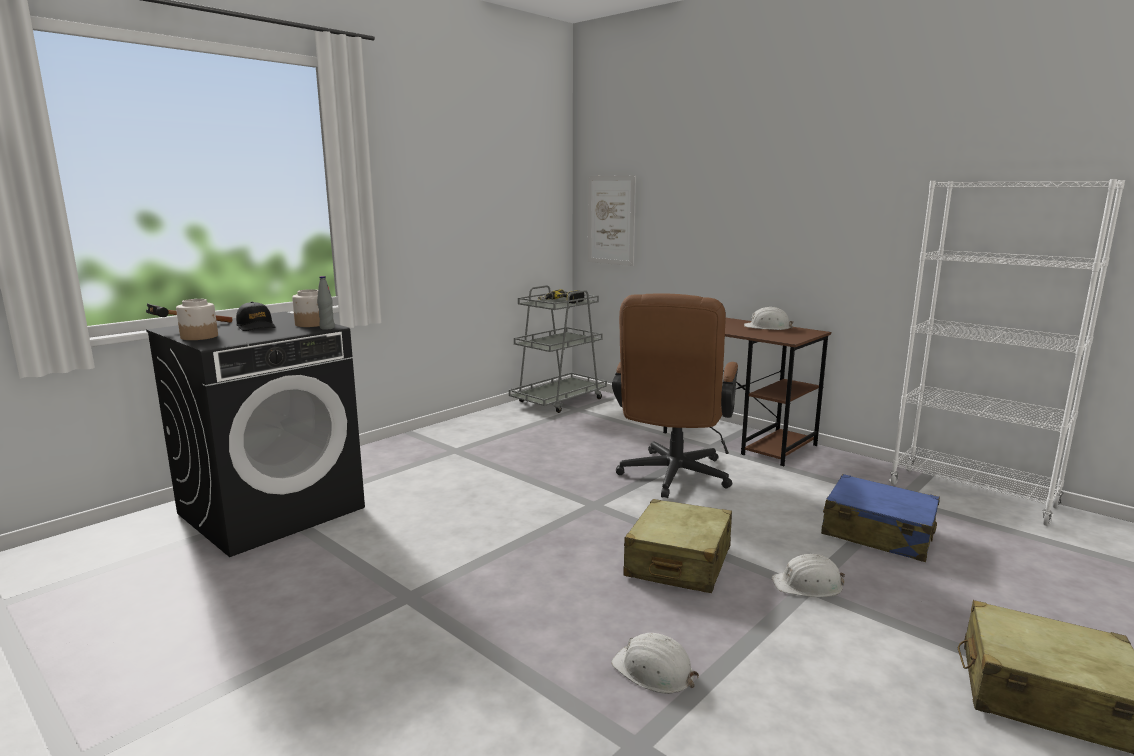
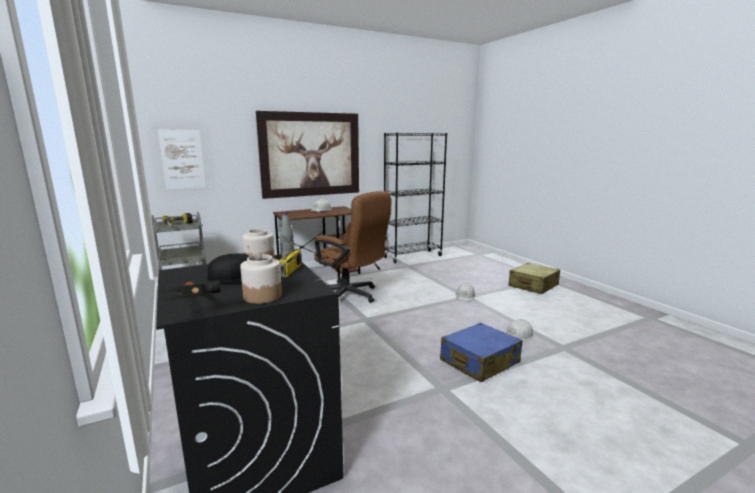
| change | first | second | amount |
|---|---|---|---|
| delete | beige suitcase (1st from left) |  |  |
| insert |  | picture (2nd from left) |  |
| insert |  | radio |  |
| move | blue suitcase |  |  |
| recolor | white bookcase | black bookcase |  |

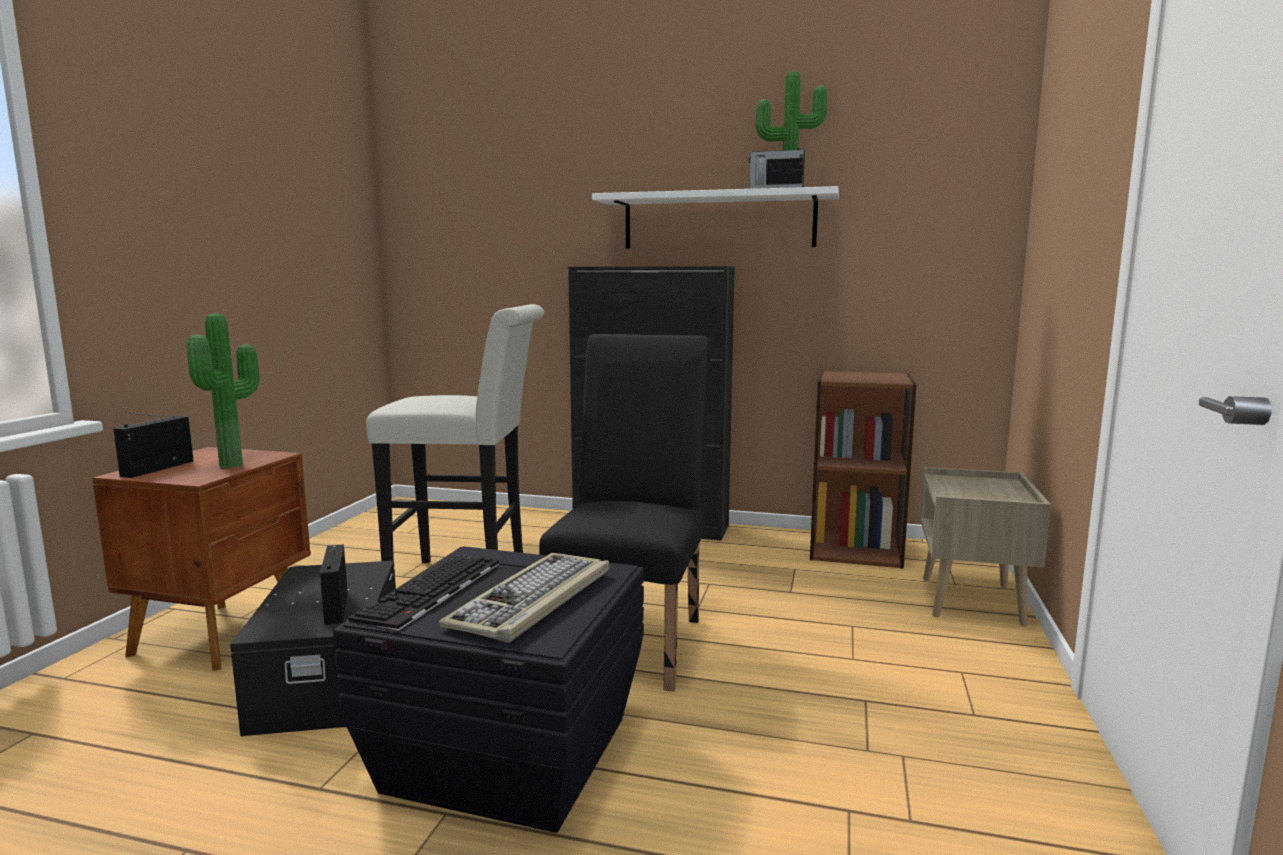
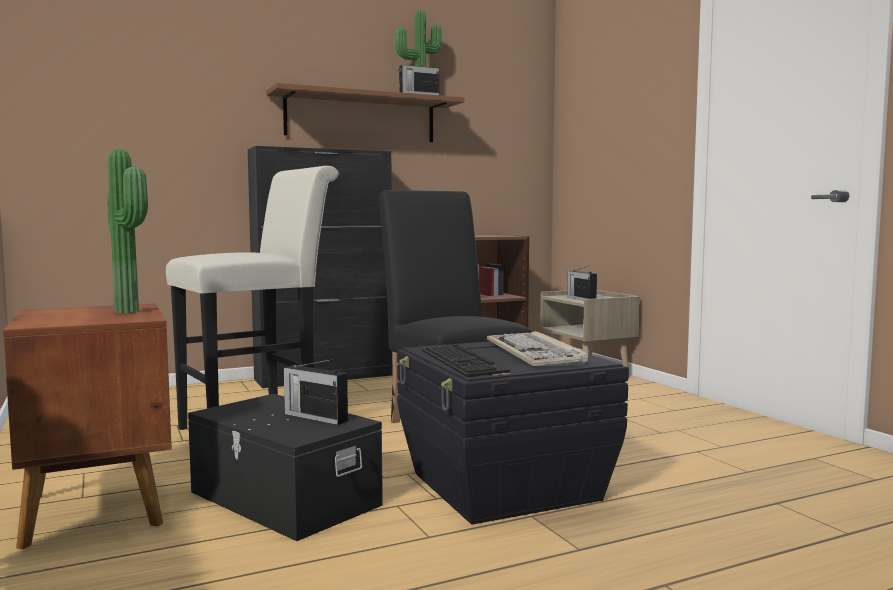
| change | first | second | amount |
|---|---|---|---|
| move | radio (1st from left in the first image) | radio (3rd from left) |  |
| recolor | white shelf | brown shelf |  |

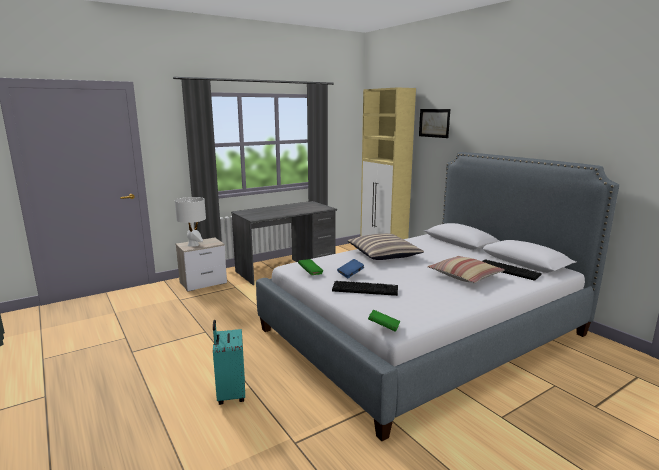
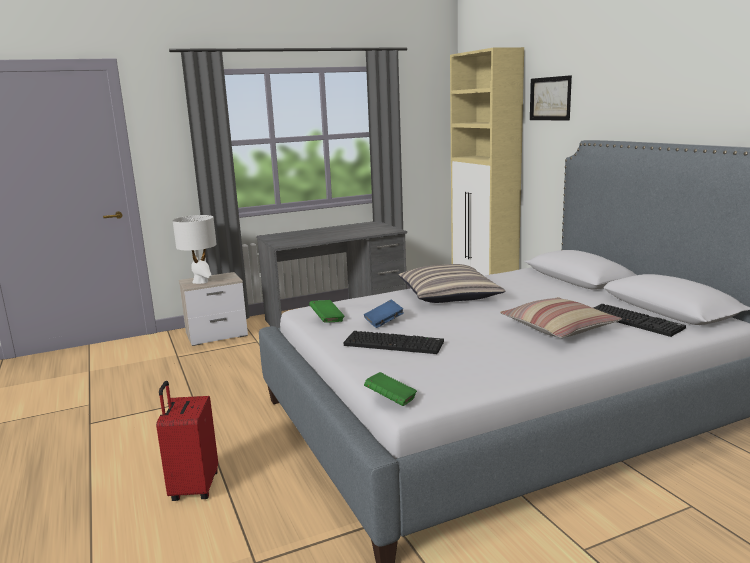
| change | first | second | amount |
|---|---|---|---|
| recolor | turquoise suitcase | red suitcase |  |

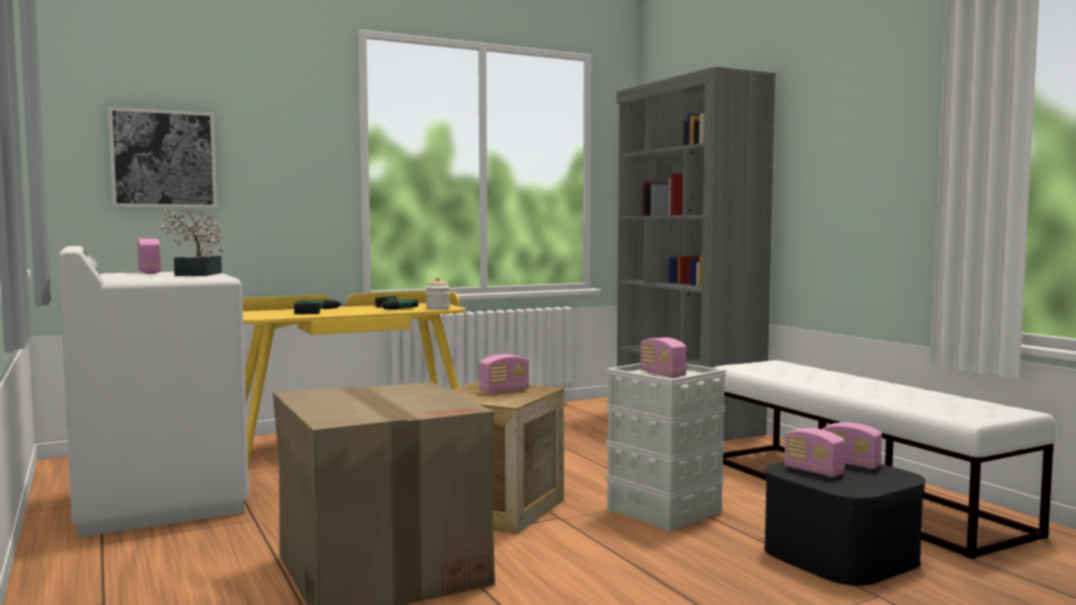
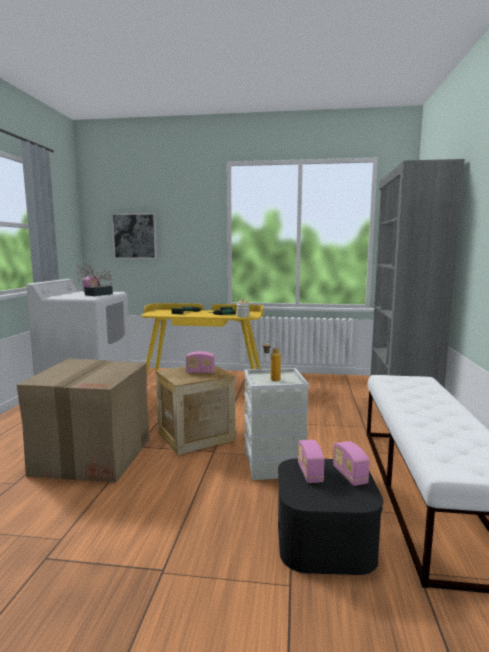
| change | first | second | amount |
|---|---|---|---|
| replace | radio (3rd from left) | bottle |  |

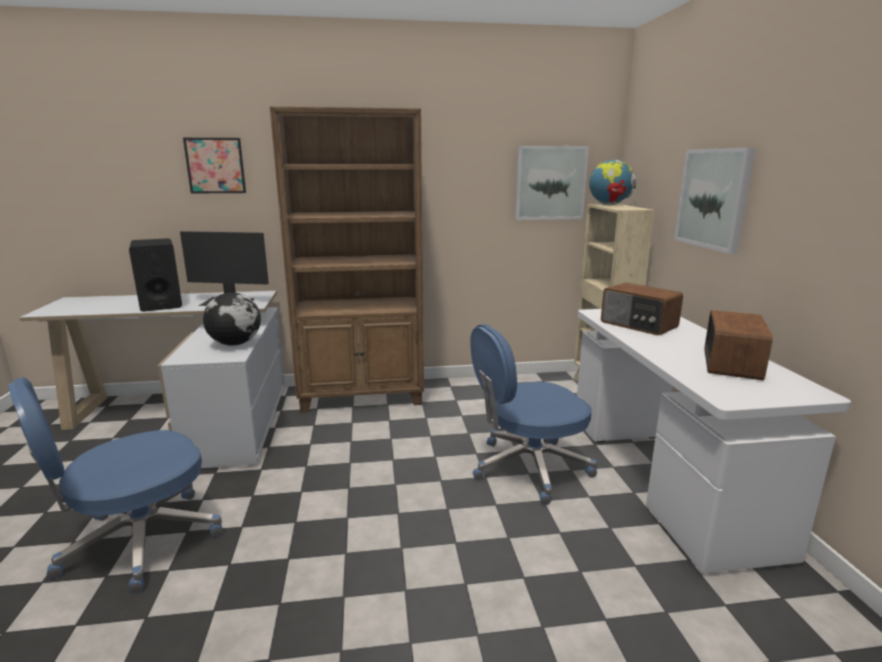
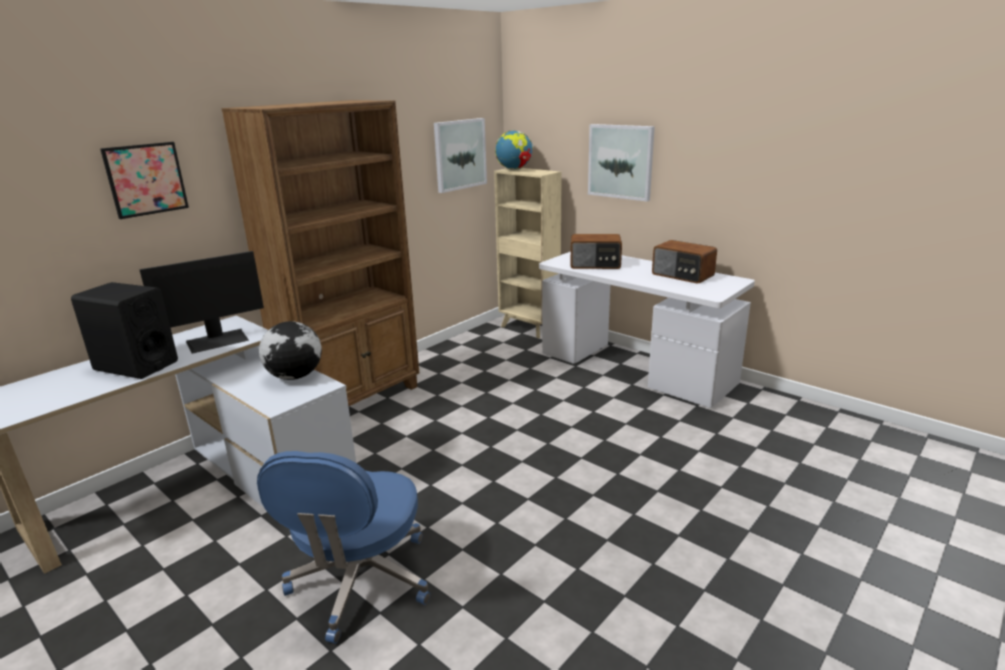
| change | first | second | amount |
|---|---|---|---|
| delete | blue office chair (2nd from left) |  |  |
| rotate | radio (2nd from left) |  | 150 degrees clockwise |

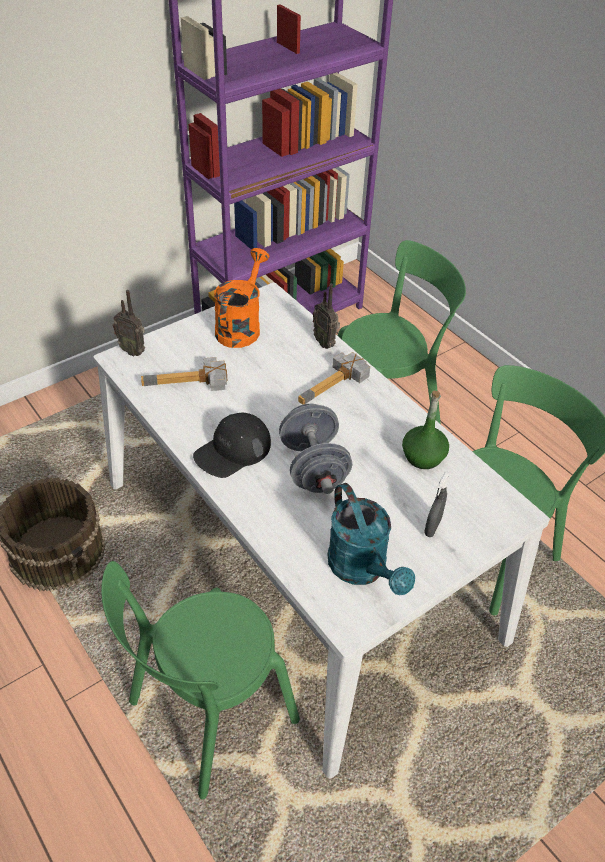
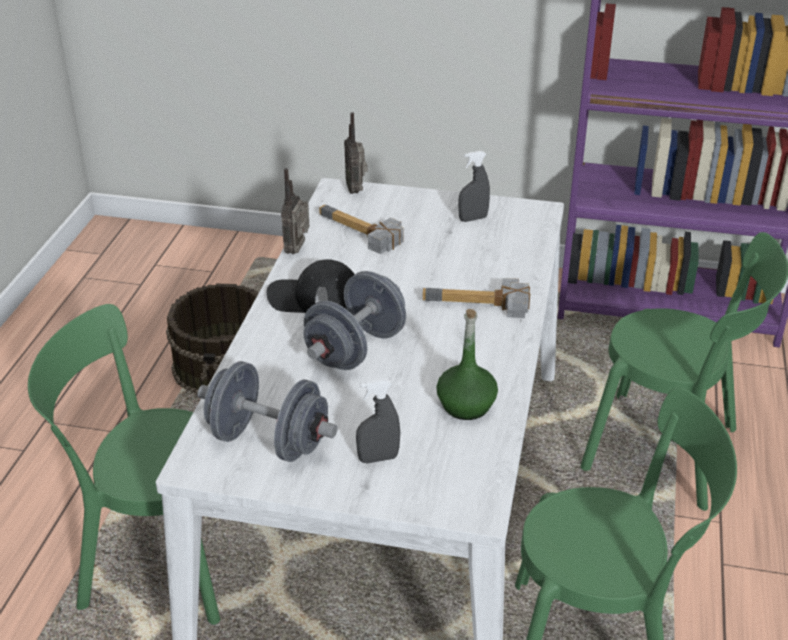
| change | first | second | amount |
|---|---|---|---|
| move | radio (2nd from left in the first image) | radio (1st from left) |  |
| replace | orange watering can | grey spray bottle (2nd from left) |  |
| replace | turquoise watering can | grey dumbbell (1st from left) |  |

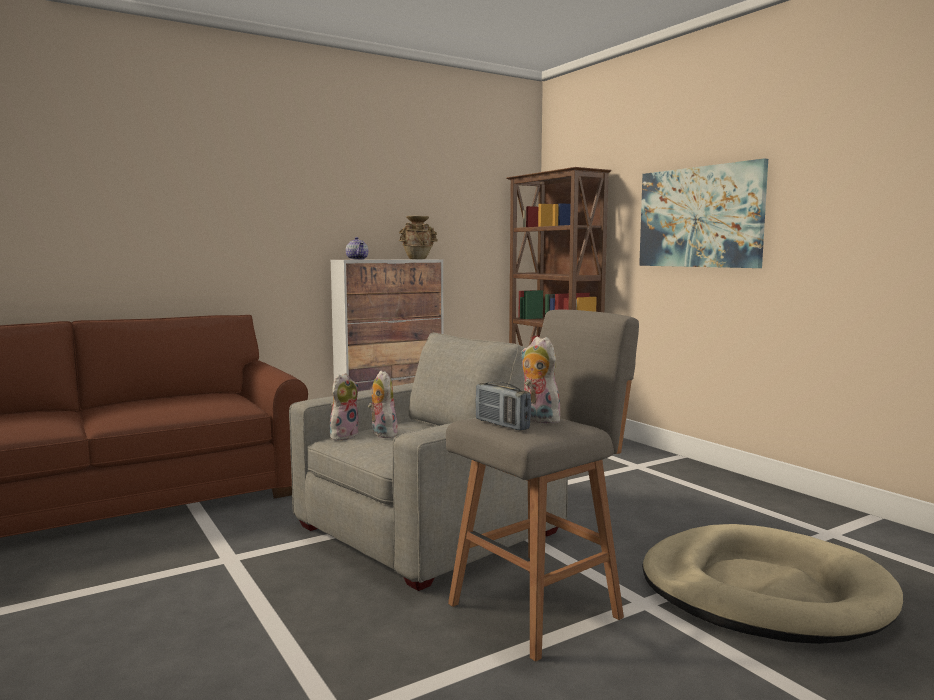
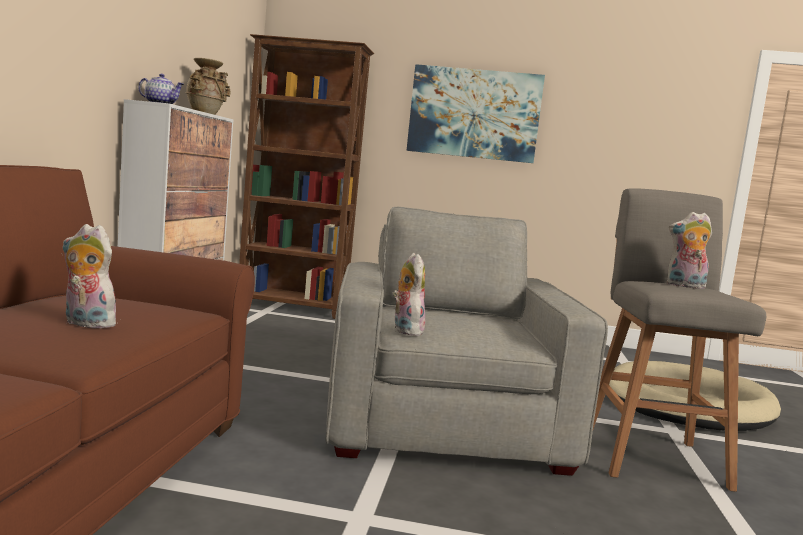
| change | first | second | amount |
|---|---|---|---|
| delete | radio |  |  |
| move | plush toy (2nd from left in the first image) | plush toy (1st from left) |  |

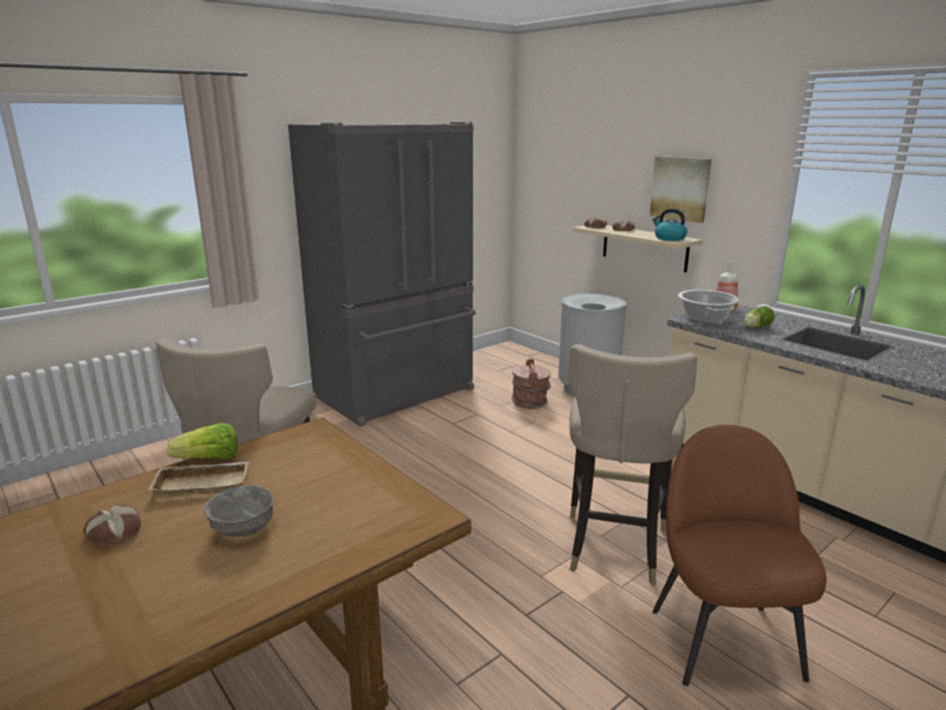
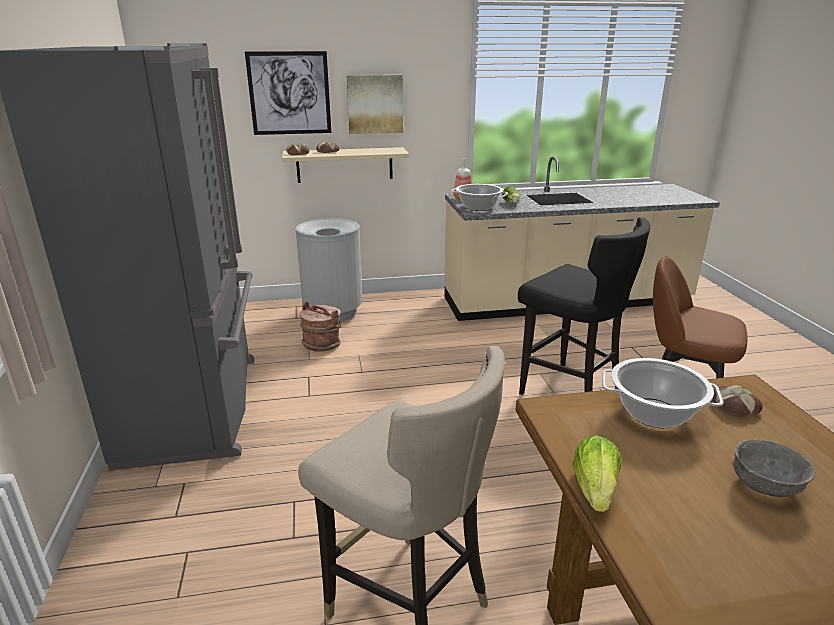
| change | first | second | amount |
|---|---|---|---|
| delete | beige tray |  |  |
| delete | kettle |  |  |
| insert |  | picture (1st from left) |  |
| insert |  | cooking pot (2nd from left) |  |
| move | bread (1st from left in the first image) | bread (3rd from left) |  |
| recolor | beige stool (2nd from left) | black stool |  |

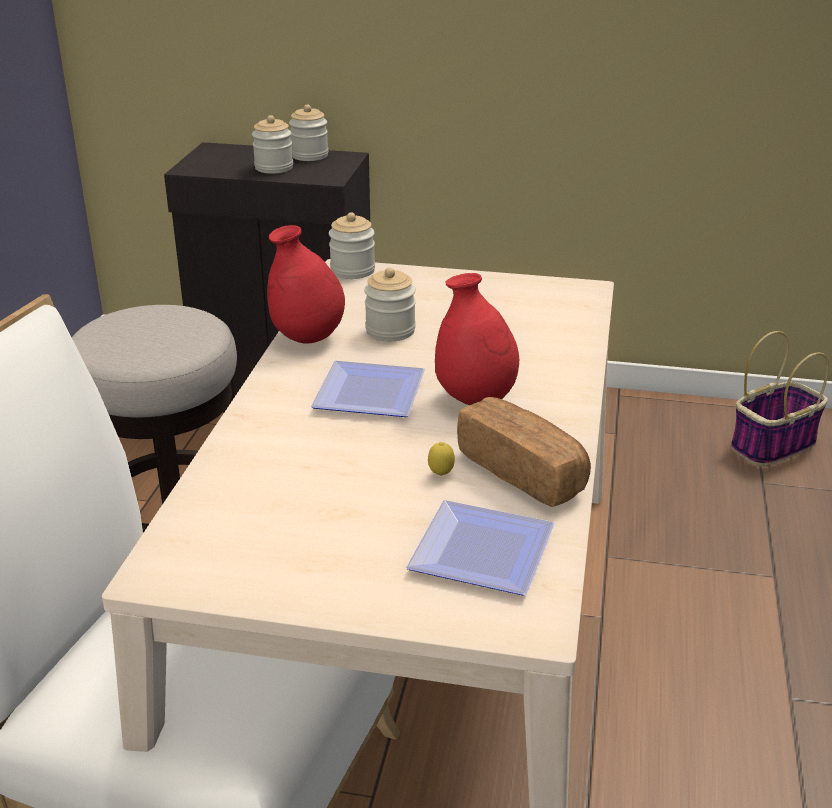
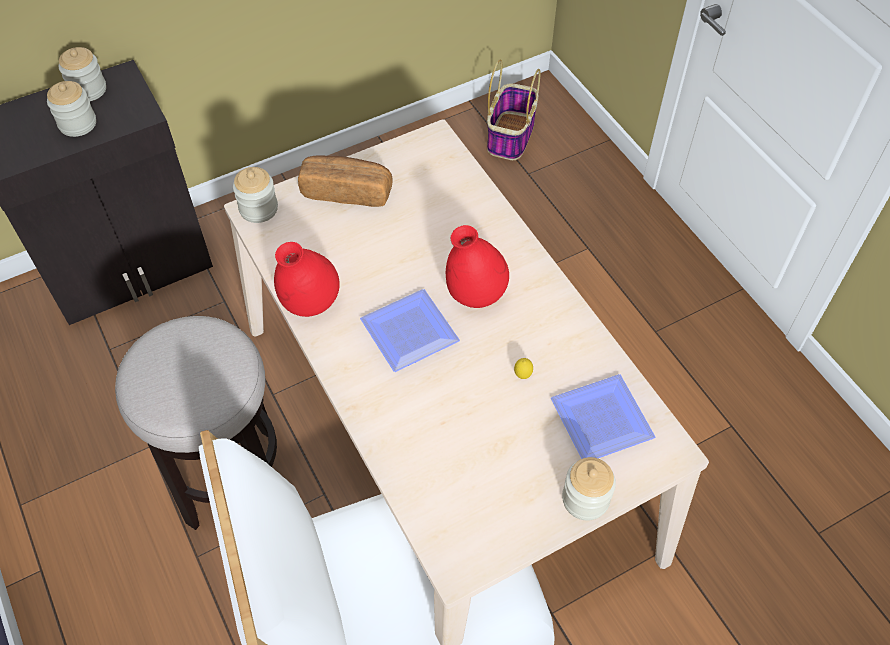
| change | first | second | amount |
|---|---|---|---|
| move | jar (4th from left) |  |  |
| move | bread |  |  |

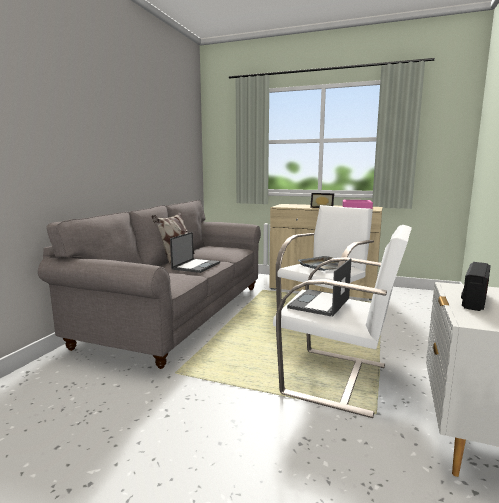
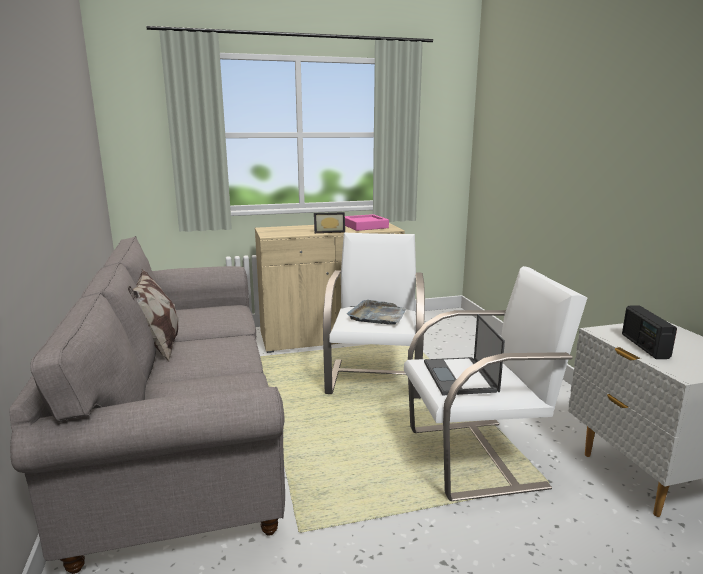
| change | first | second | amount |
|---|---|---|---|
| delete | laptop (1st from left) |  |  |

